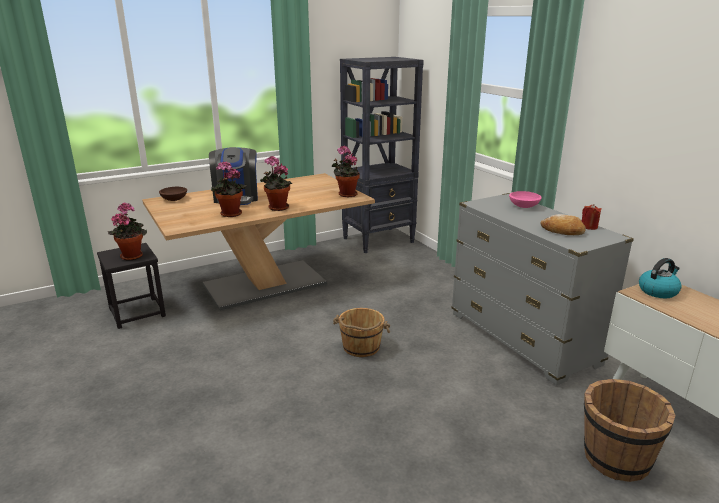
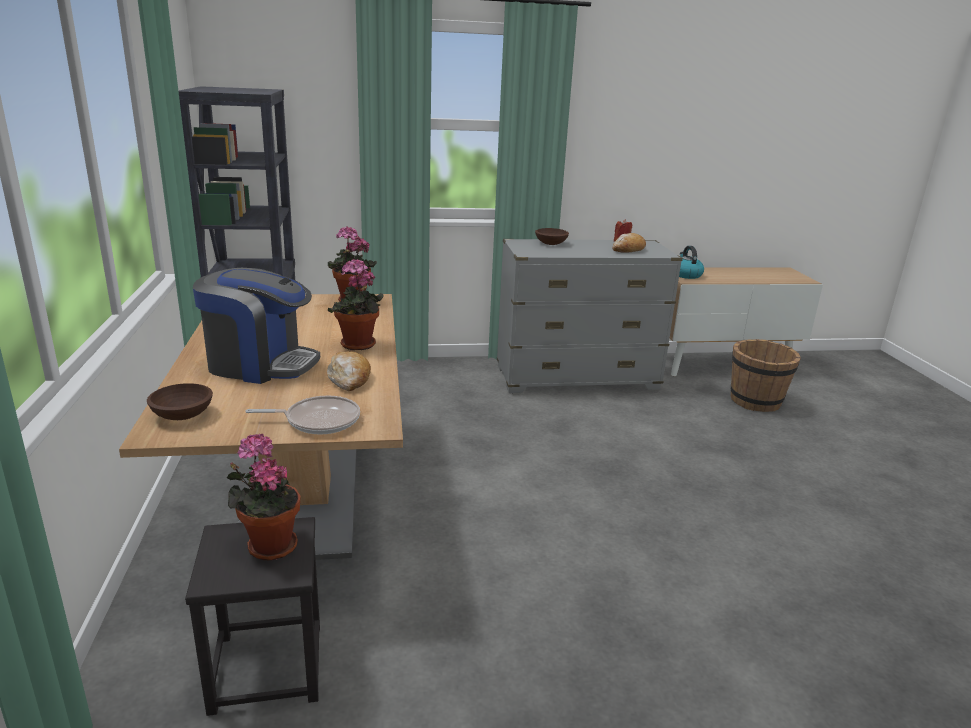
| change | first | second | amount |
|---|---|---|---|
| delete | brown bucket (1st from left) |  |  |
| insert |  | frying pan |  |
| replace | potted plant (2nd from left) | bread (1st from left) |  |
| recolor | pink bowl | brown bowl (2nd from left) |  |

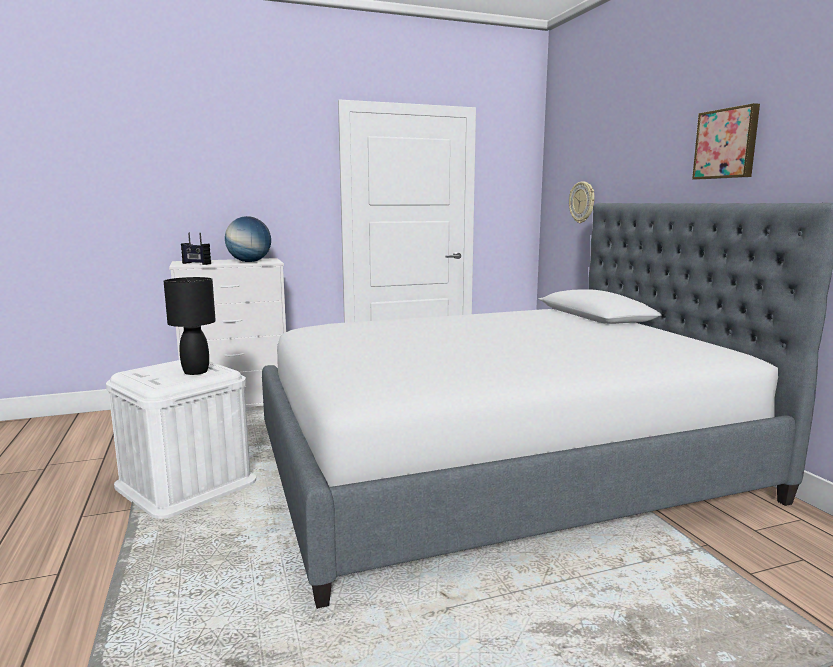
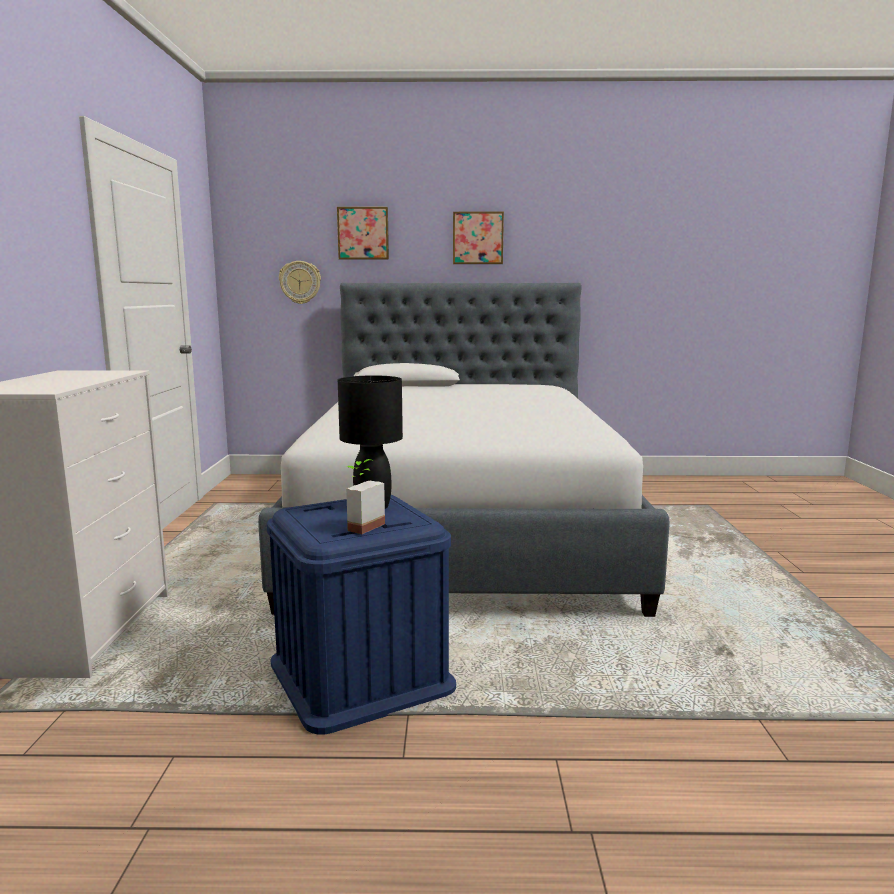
| change | first | second | amount |
|---|---|---|---|
| delete | radio |  |  |
| delete | globe |  |  |
| insert |  | picture (1st from left) |  |
| insert |  | potted plant |  |
| recolor | white storage box | blue storage box |  |

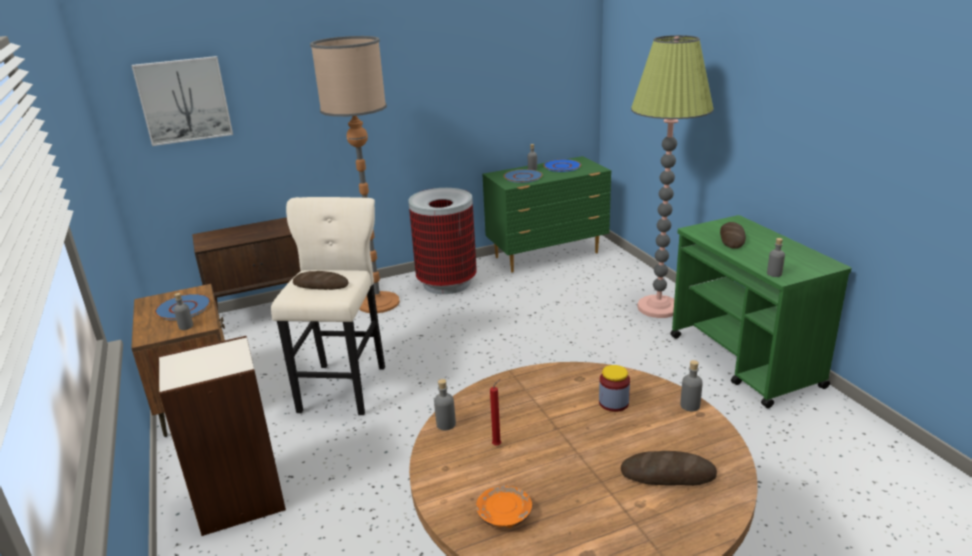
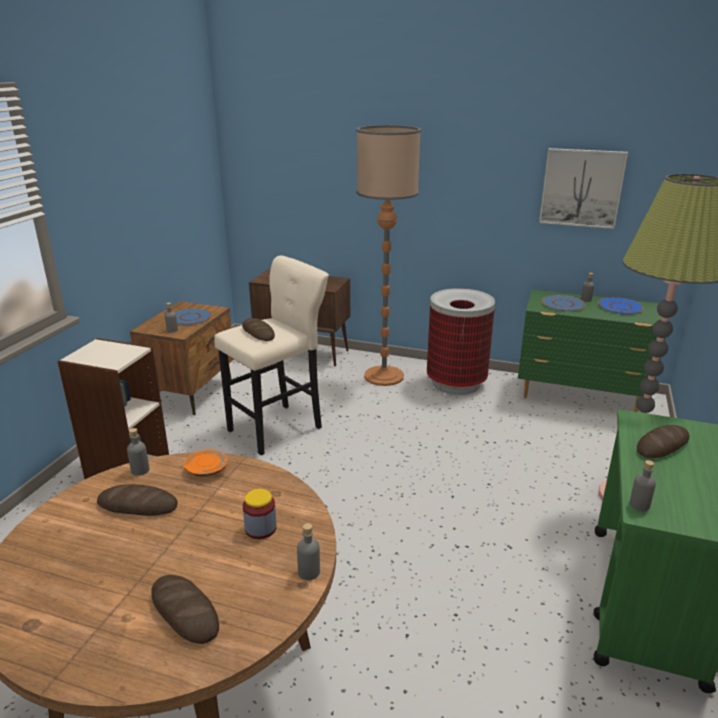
| change | first | second | amount |
|---|---|---|---|
| move | picture |  |  |
| move | orange plate |  |  |
| replace | red candle | bread (1st from left) |  |

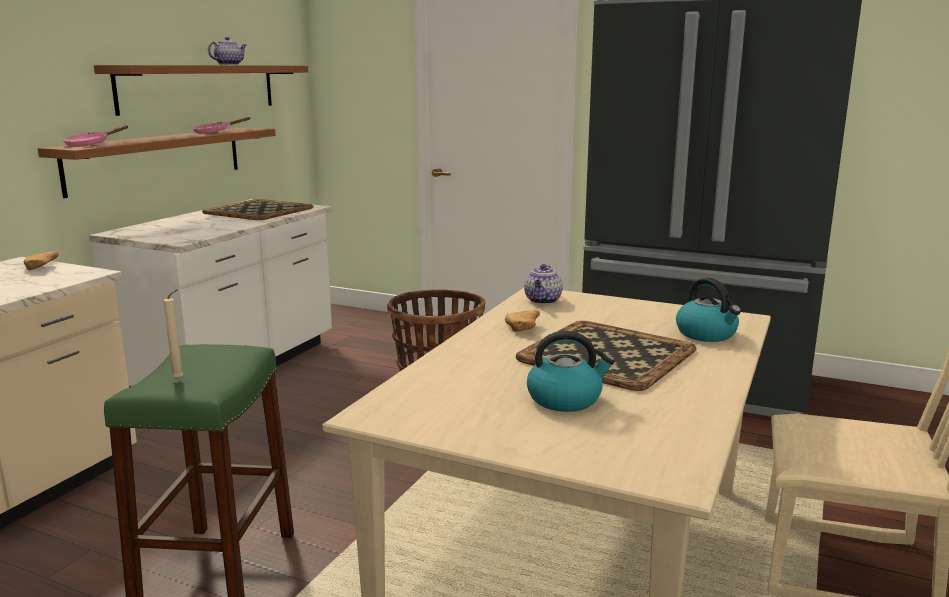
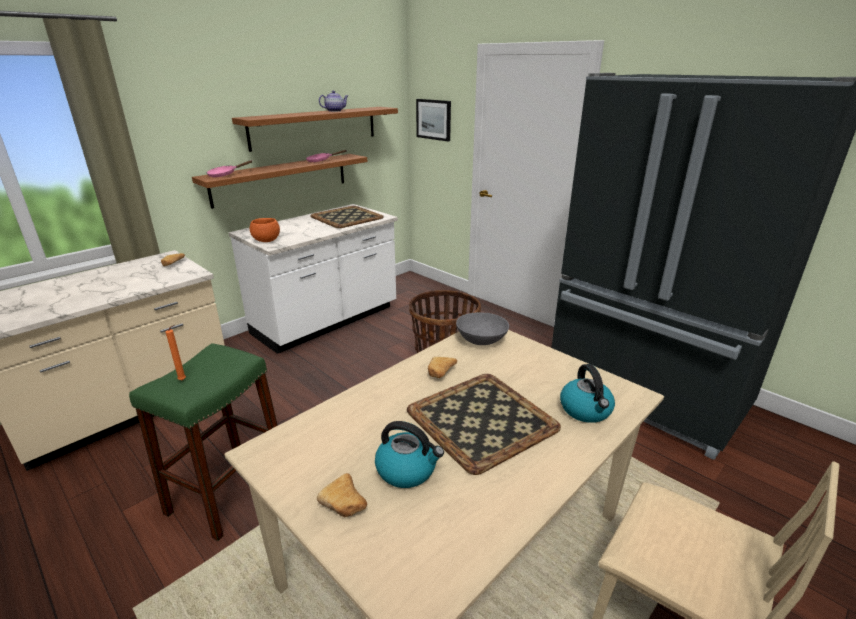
| change | first | second | amount |
|---|---|---|---|
| insert |  | orange bowl |  |
| insert |  | bread (2nd from left) |  |
| insert |  | picture |  |
| replace | teapot (2nd from left) | grey bowl |  |
| recolor | beige candle | orange candle |  |

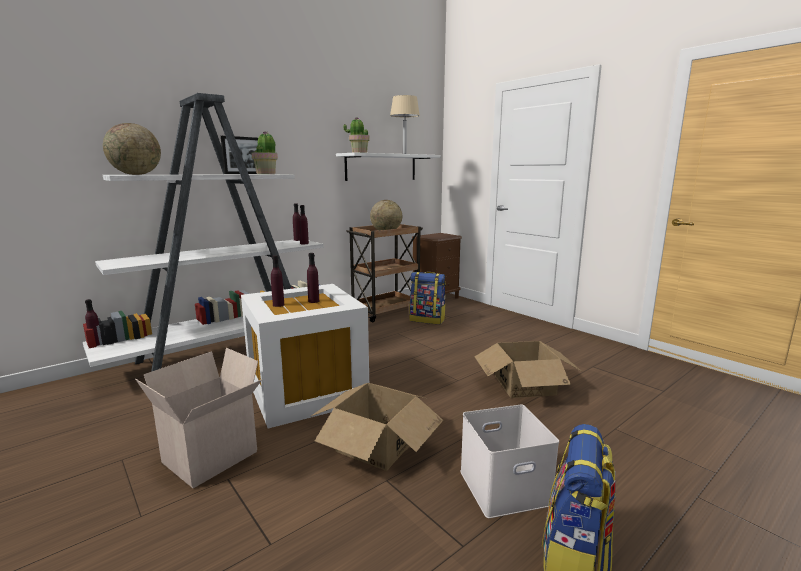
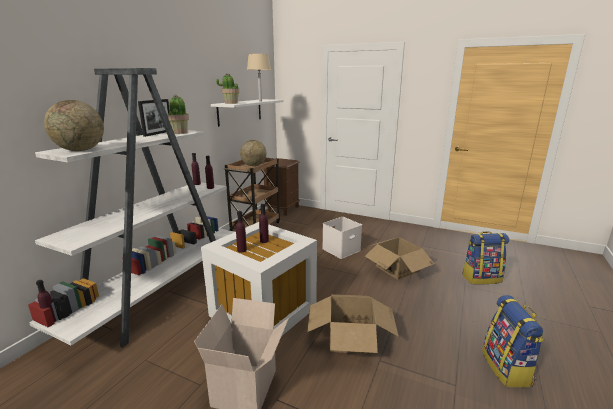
| change | first | second | amount |
|---|---|---|---|
| move | backpack (1st from left) |  |  |
| move | white storage box (2nd from left) |  |  |

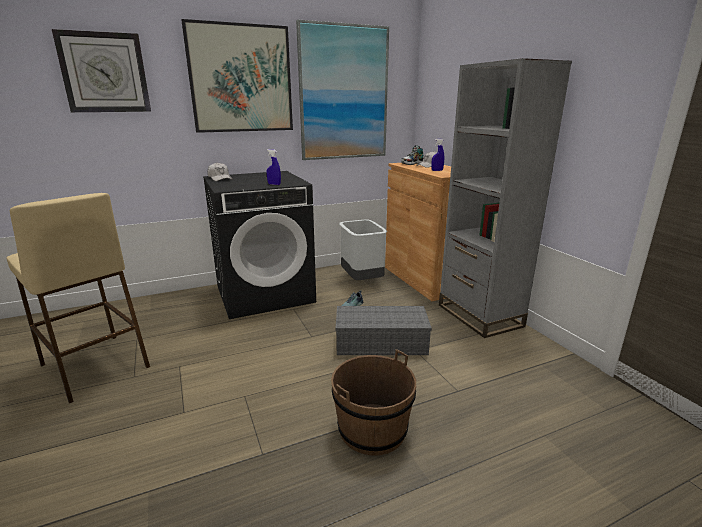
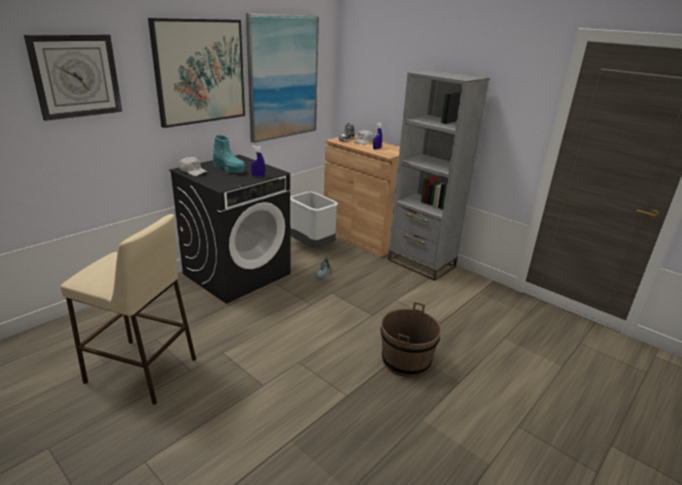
| change | first | second | amount |
|---|---|---|---|
| delete | grey storage box |  |  |
| insert |  | turquoise boot |  |

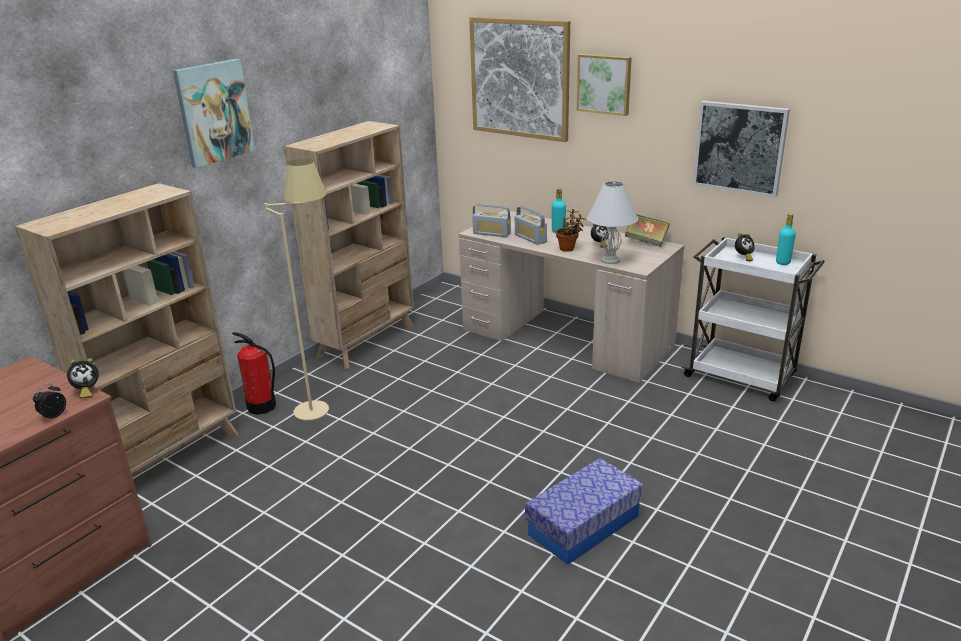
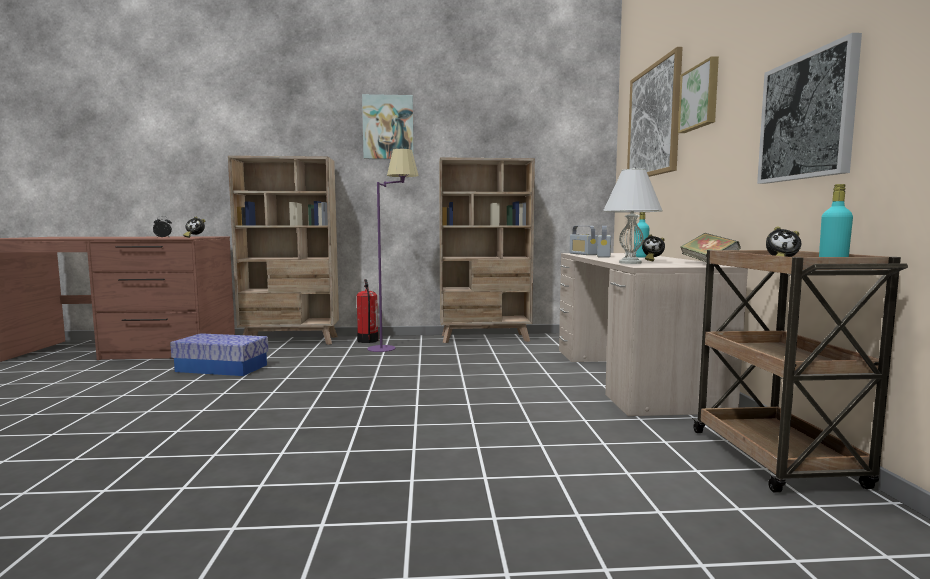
| change | first | second | amount |
|---|---|---|---|
| delete | potted plant |  |  |
| move | storage box |  |  |
| recolor | beige floor lamp | purple floor lamp |  |
| recolor | white cart | brown cart |  |

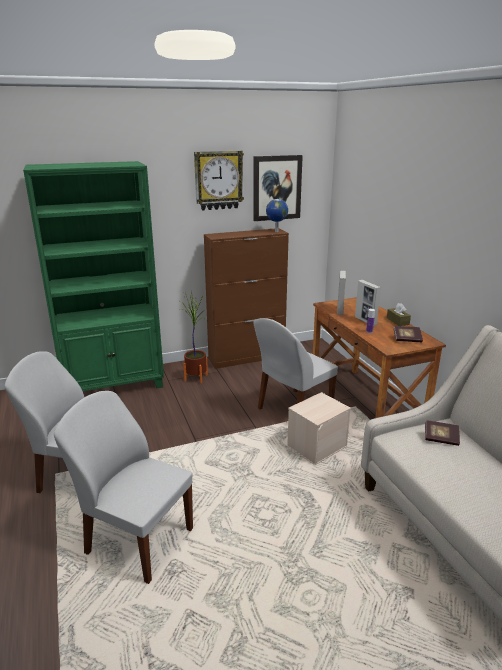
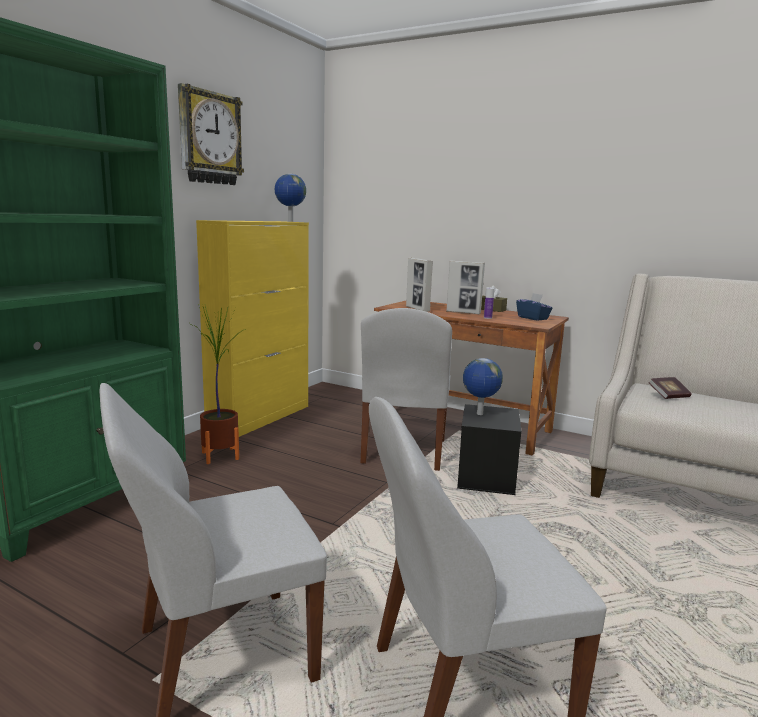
| change | first | second | amount |
|---|---|---|---|
| delete | picture |  |  |
| insert |  | globe (2nd from left) |  |
| replace | book (1st from left) | blue tissue box |  |
| recolor | brown cabinet | yellow cabinet |  |
| recolor | beige storage box | black storage box |  |

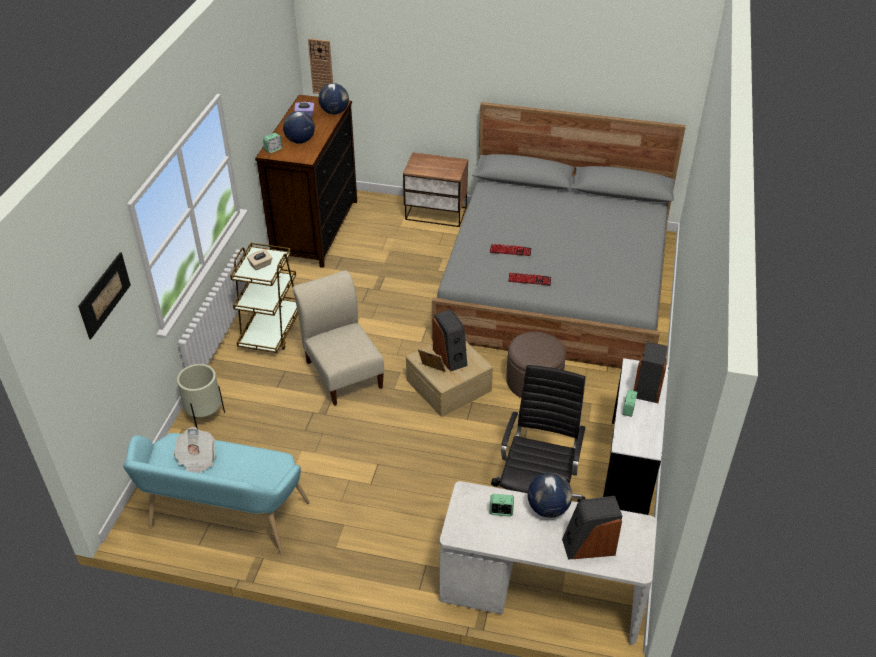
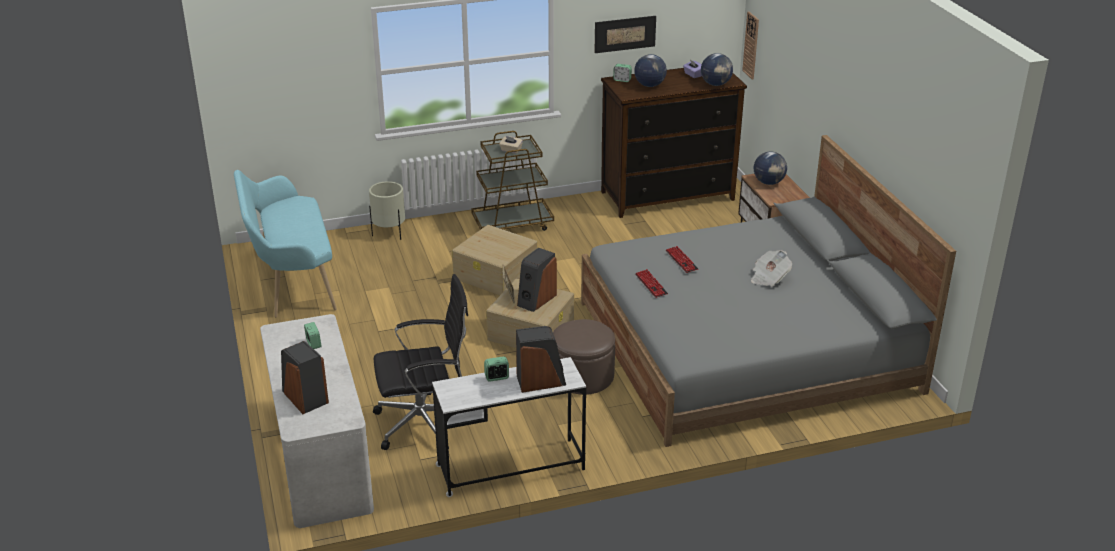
| change | first | second | amount |
|---|---|---|---|
| move | picture |  |  |
| move | newspaper |  |  |
| move | globe (3rd from left) |  |  |
| replace | beige chair | beige storage box (1st from left) |  |

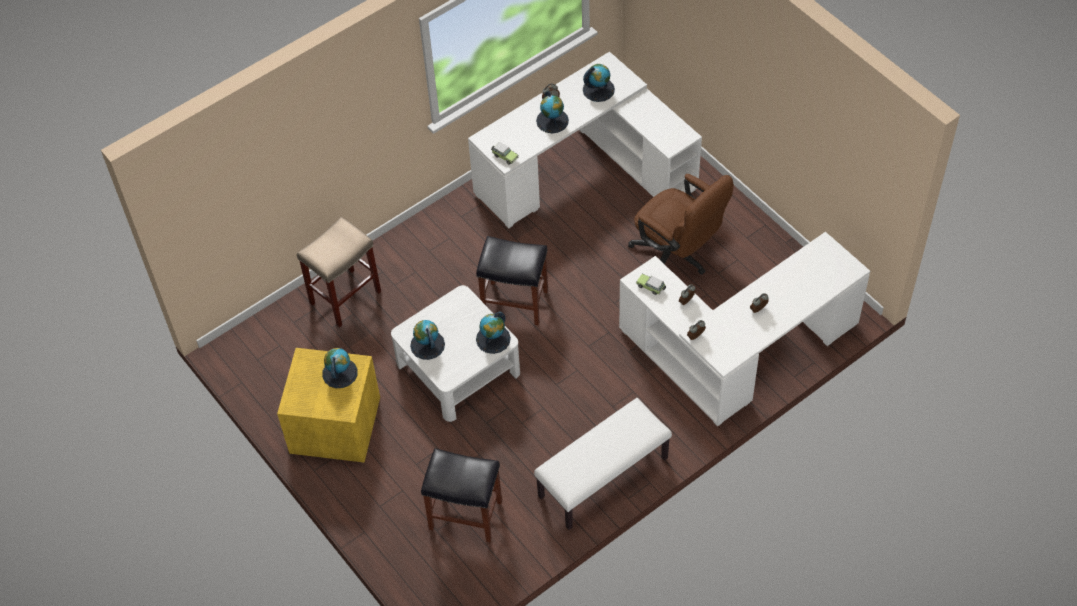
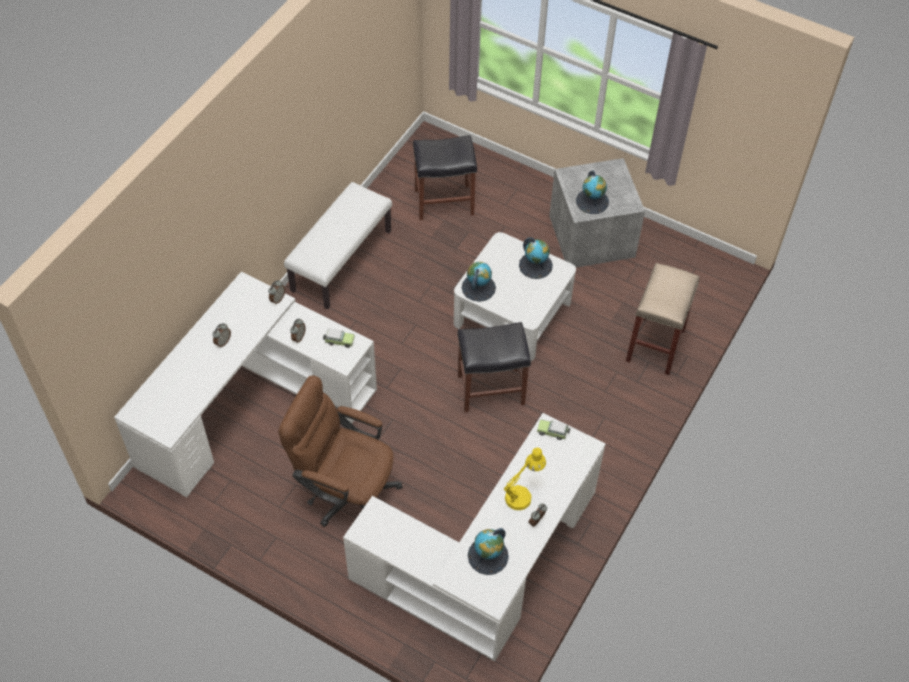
| change | first | second | amount |
|---|---|---|---|
| replace | globe (4th from left) | yellow table lamp |  |
| recolor | yellow storage box | grey storage box |  |

